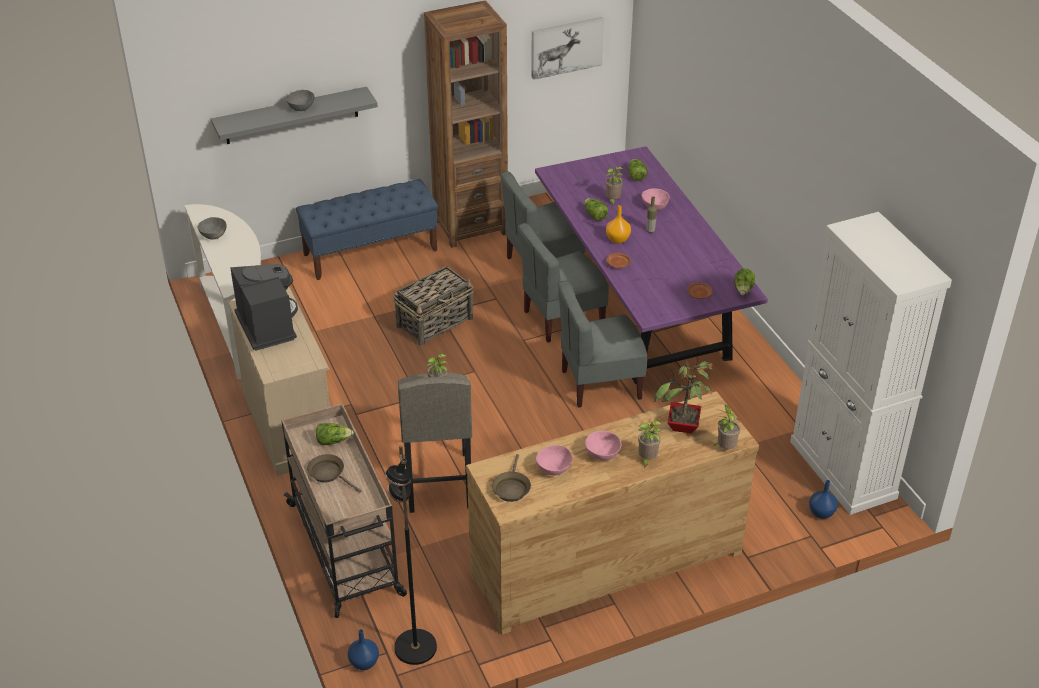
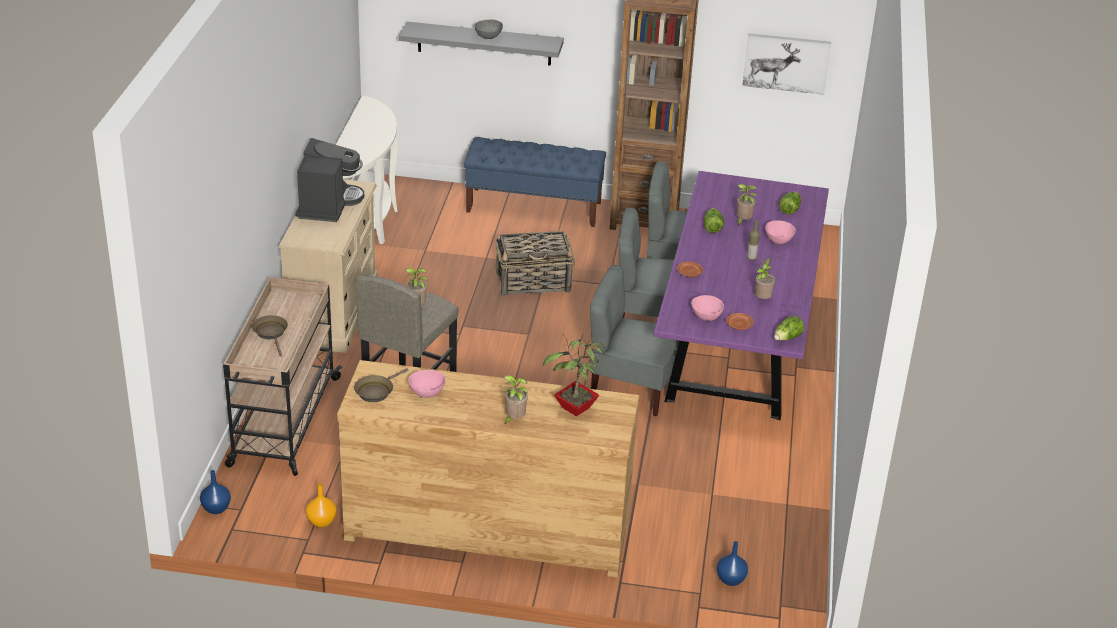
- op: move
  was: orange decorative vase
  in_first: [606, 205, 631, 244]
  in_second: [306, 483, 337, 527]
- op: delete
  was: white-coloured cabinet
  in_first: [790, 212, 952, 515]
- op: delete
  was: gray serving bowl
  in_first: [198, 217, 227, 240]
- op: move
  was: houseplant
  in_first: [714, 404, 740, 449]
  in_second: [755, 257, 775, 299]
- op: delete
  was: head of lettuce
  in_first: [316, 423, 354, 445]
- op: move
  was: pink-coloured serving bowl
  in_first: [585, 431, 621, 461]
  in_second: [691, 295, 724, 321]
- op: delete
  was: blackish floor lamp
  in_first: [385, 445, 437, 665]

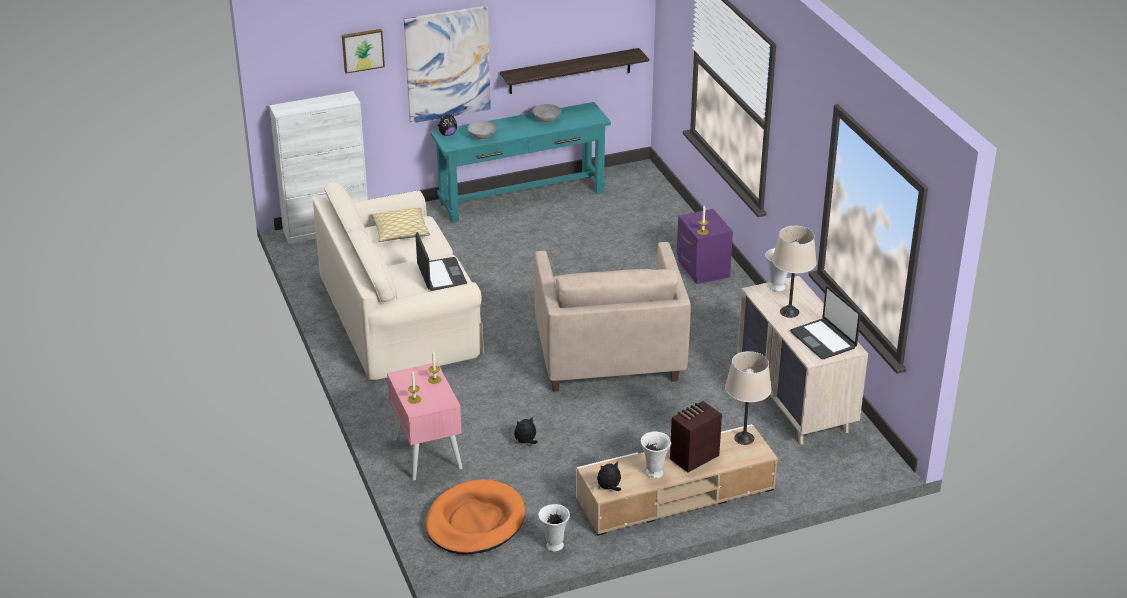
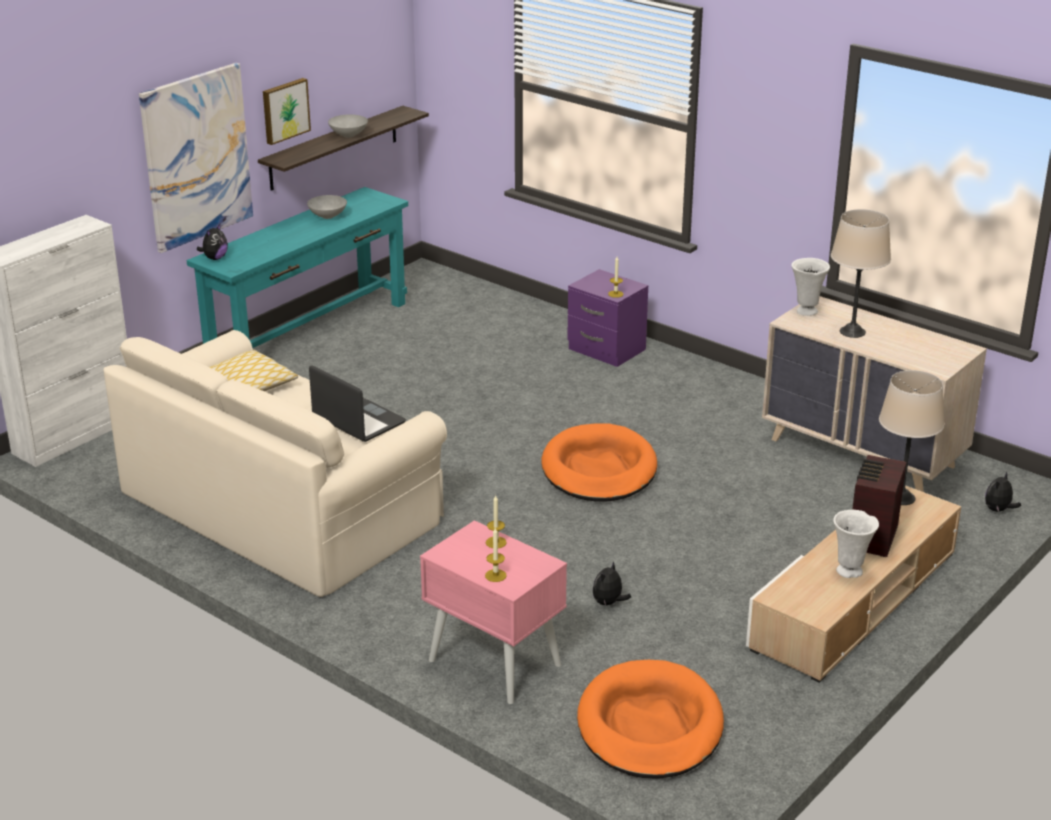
- op: move
  was: wall picture
  in_first: [342, 29, 385, 74]
  in_second: [263, 78, 311, 145]
- op: move
  was: gray serving bowl
  in_first: [467, 120, 497, 139]
  in_second: [328, 114, 368, 137]
- op: replace
  was: sand-coloured lounge chair
  now: orange dog cushion
  in_first: [535, 242, 691, 392]
  in_second: [542, 423, 657, 502]
- op: delete
  was: laptop
  in_first: [790, 286, 861, 359]
- op: move
  was: soft toy
  in_first: [597, 461, 621, 491]
  in_second: [985, 472, 1021, 512]
- op: delete
  was: white-coloured decorative vase
  in_first: [538, 504, 570, 551]

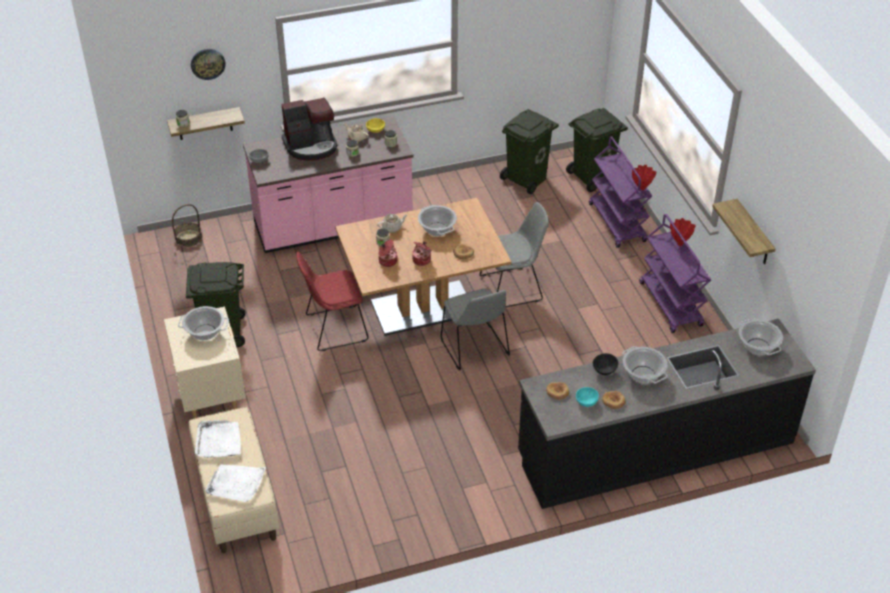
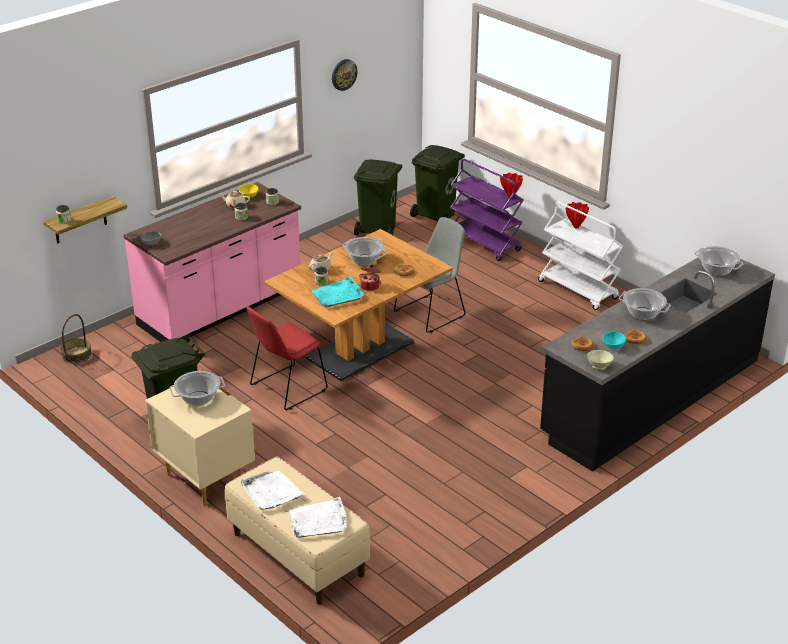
- op: move
  was: clock on the wall
  in_first: [191, 49, 226, 80]
  in_second: [332, 59, 358, 91]
- op: delete
  was: coffee maker
  in_first: [281, 97, 337, 161]
- op: delete
  was: shelf
  in_first: [712, 199, 776, 264]
- op: recolor
  was: purple-coloured cart
  now: white-coloured cart
  in_first: [639, 214, 711, 333]
  in_second: [538, 201, 623, 310]
- op: replace
  was: saucepot
  now: turquoise-coloured tray
  in_first: [379, 239, 398, 267]
  in_second: [312, 276, 364, 307]
- op: delete
  was: gray upright chair
  in_first: [441, 288, 510, 370]
- op: delete
  was: blackish serving bowl
  in_first: [593, 353, 619, 375]
- op: insert
  now: sand-coloured serving bowl
  in_second: [587, 350, 614, 370]

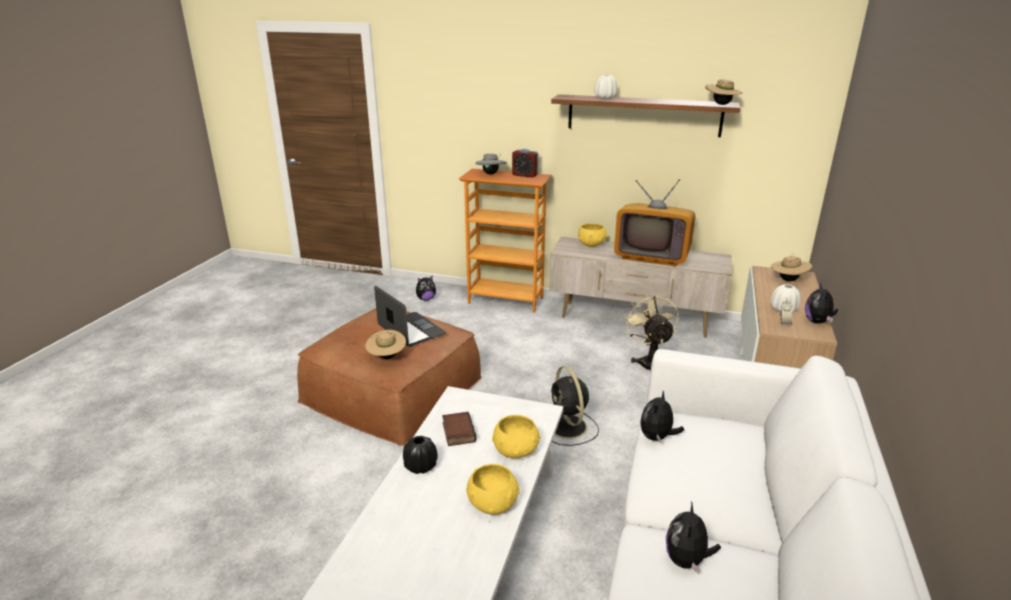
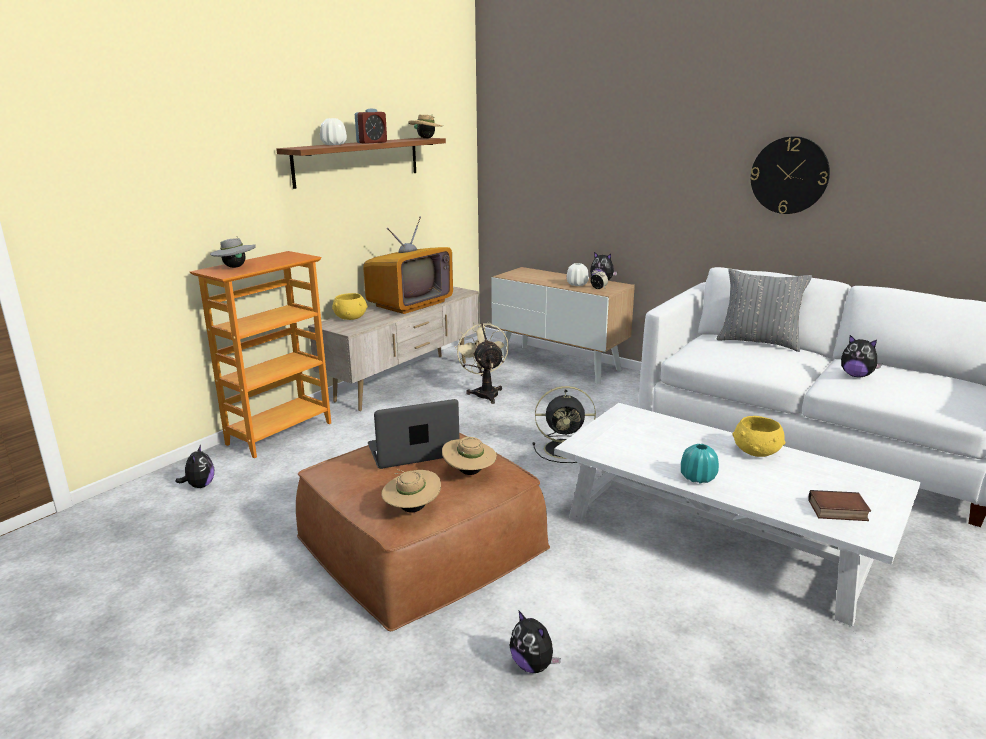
- op: move
  was: bedside clock
  in_first: [512, 149, 538, 178]
  in_second: [355, 109, 387, 144]
- op: move
  was: sand-coloured clothing hat
  in_first: [771, 256, 812, 281]
  in_second: [381, 469, 441, 512]
- op: rotate
  was: sand-coloured electric fan
  in_first: [624, 293, 679, 370]
  in_second: [455, 322, 509, 404]
  clockwise: 60
- op: move
  was: soft toy
  in_first: [640, 391, 684, 443]
  in_second: [510, 610, 561, 673]
- op: move
  was: book
  in_first: [442, 412, 477, 446]
  in_second: [808, 490, 871, 521]
- op: delete
  was: yellow-coloured serving bowl
  in_first: [492, 415, 541, 458]
- op: recolor
  was: blackish decorative vase
  now: turquoise-coloured decorative vase
  in_first: [403, 436, 438, 474]
  in_second: [681, 444, 719, 484]
- op: insert
  now: clock on the wall
  in_second: [750, 136, 830, 214]
- op: insert
  now: gray pillow
  in_second: [717, 269, 812, 352]

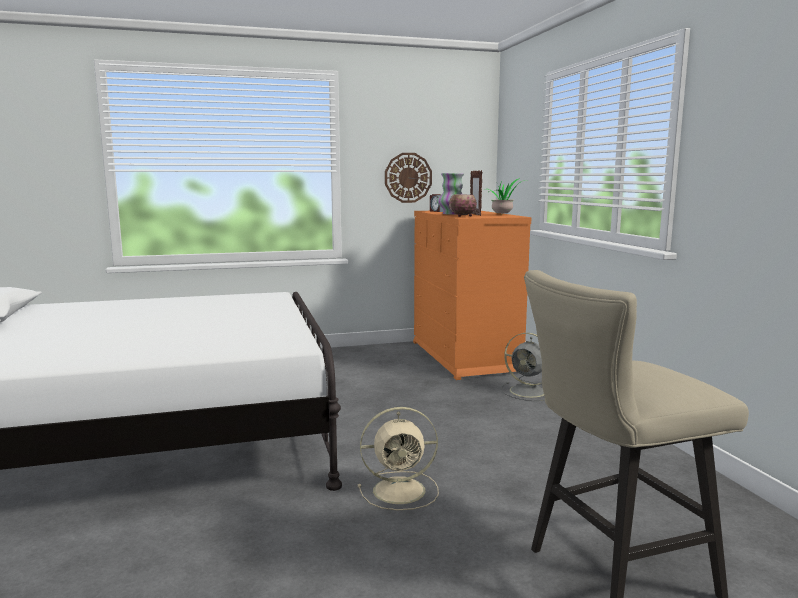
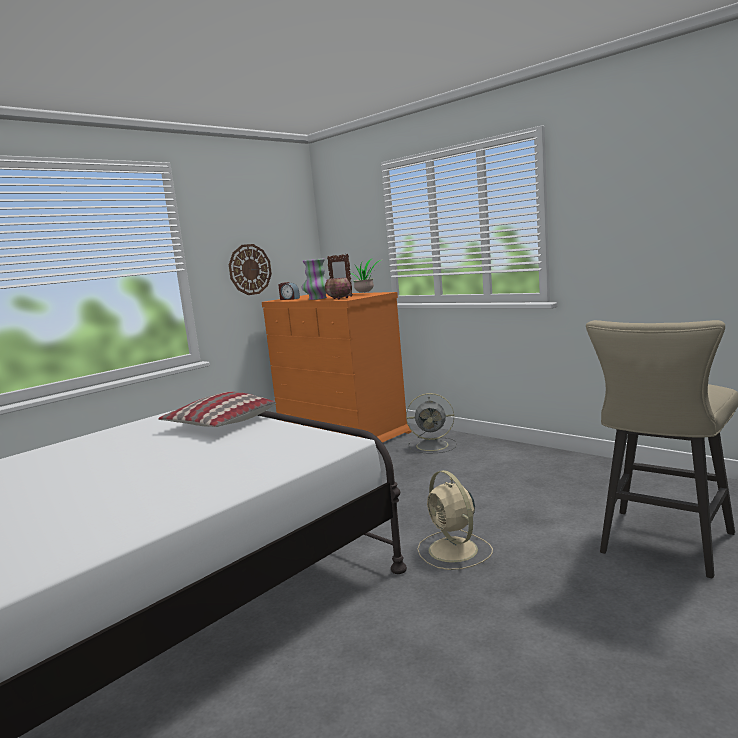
- op: rotate
  was: sand-coloured electric fan
  in_first: [358, 407, 439, 510]
  in_second: [417, 470, 493, 570]
  clockwise: 105
- op: insert
  now: pillow
  in_second: [158, 392, 276, 427]

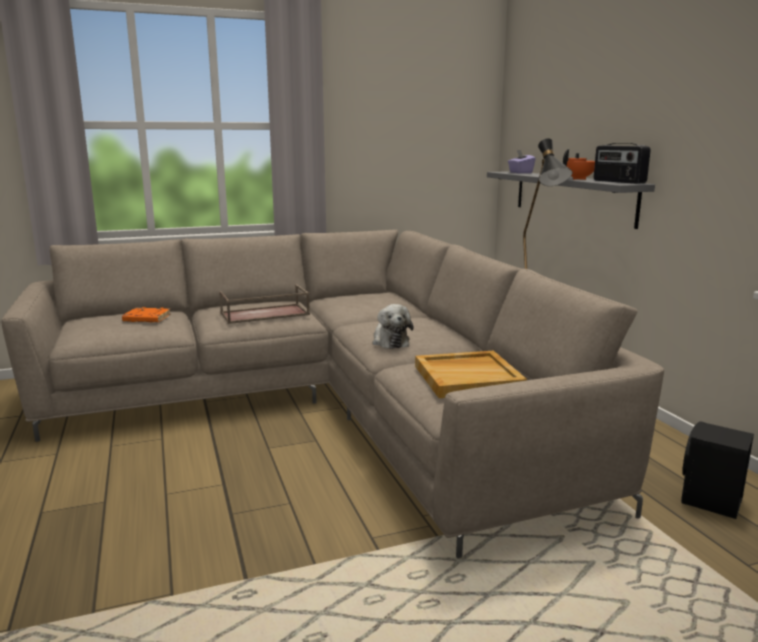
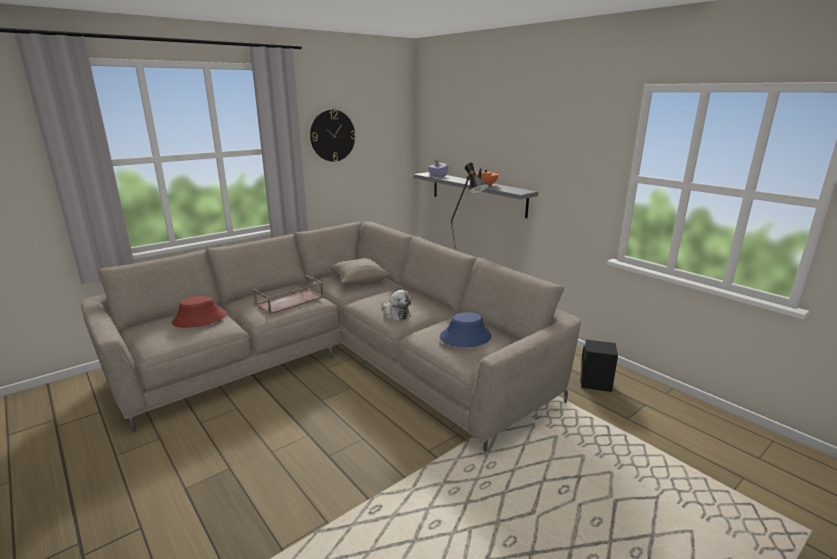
- op: delete
  was: radio
  in_first: [594, 143, 651, 184]
- op: replace
  was: orange book
  now: reddish clothing hat
  in_first: [122, 307, 171, 322]
  in_second: [172, 296, 227, 328]
- op: replace
  was: sand-coloured tray
  now: blue clothing hat
  in_first: [415, 351, 527, 398]
  in_second: [440, 312, 492, 347]
- op: insert
  now: clock on the wall
  in_second: [310, 109, 356, 162]
- op: insert
  now: sand-coloured pillow
  in_second: [329, 258, 391, 285]

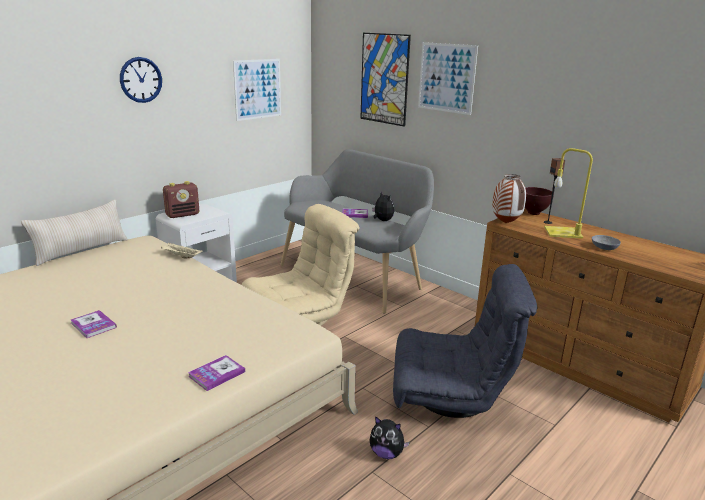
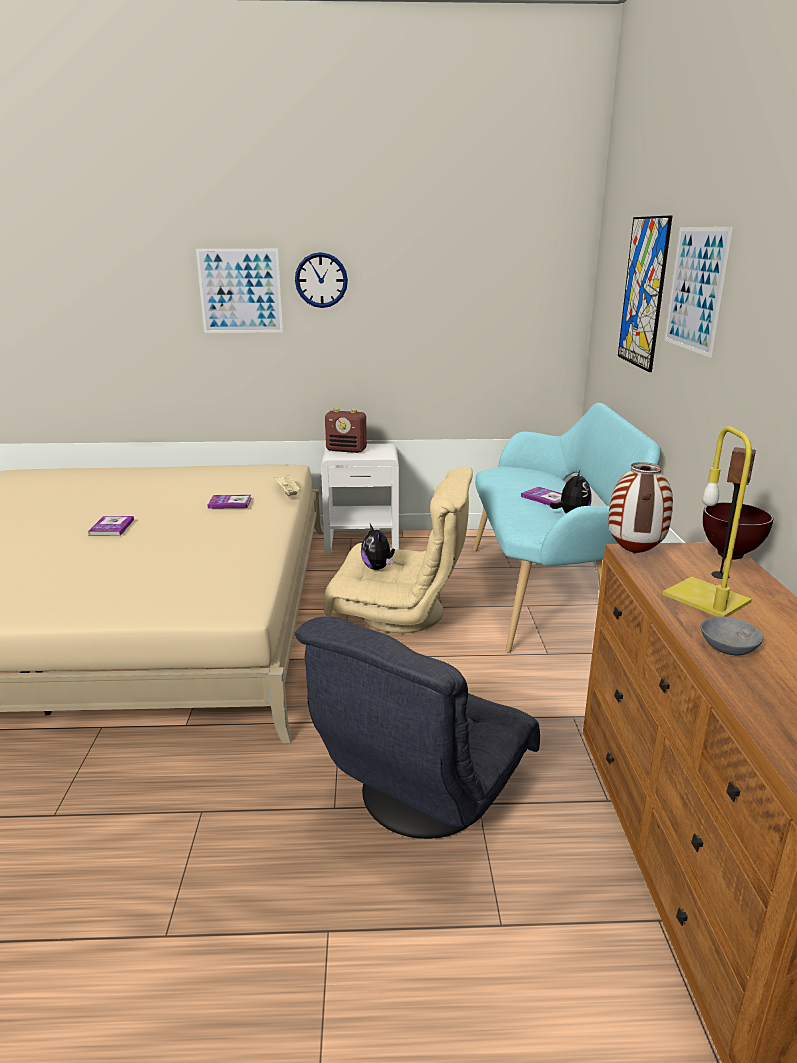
- op: move
  was: wall picture
  in_first: [233, 59, 281, 121]
  in_second: [196, 249, 283, 333]
- op: recolor
  was: gray long seat
  now: turquoise-coloured long seat
  in_first: [280, 149, 434, 314]
  in_second: [473, 403, 661, 653]
- op: delete
  was: sand-coloured pillow
  in_first: [21, 199, 128, 266]
- op: rotate
  was: gray lounge chair
  in_first: [393, 264, 537, 418]
  in_second: [295, 616, 540, 839]
  clockwise: 75
- op: move
  was: book
  in_first: [188, 355, 245, 391]
  in_second: [208, 495, 252, 509]
- op: move
  was: soft toy
  in_first: [369, 416, 410, 459]
  in_second: [361, 524, 395, 570]

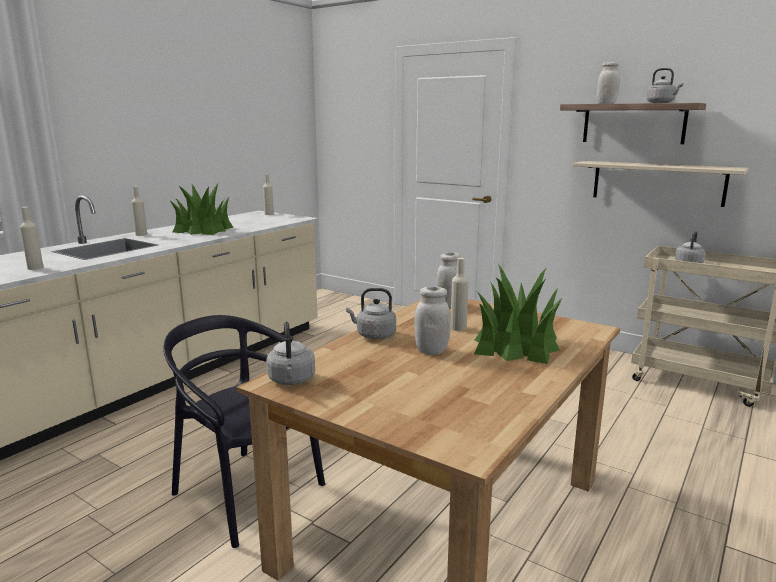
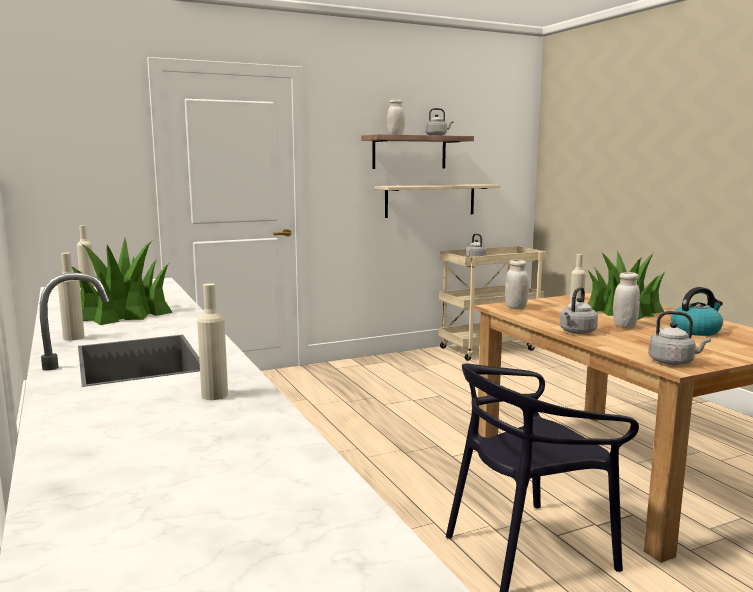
- op: insert
  now: water kettle
  in_second: [671, 287, 723, 336]

